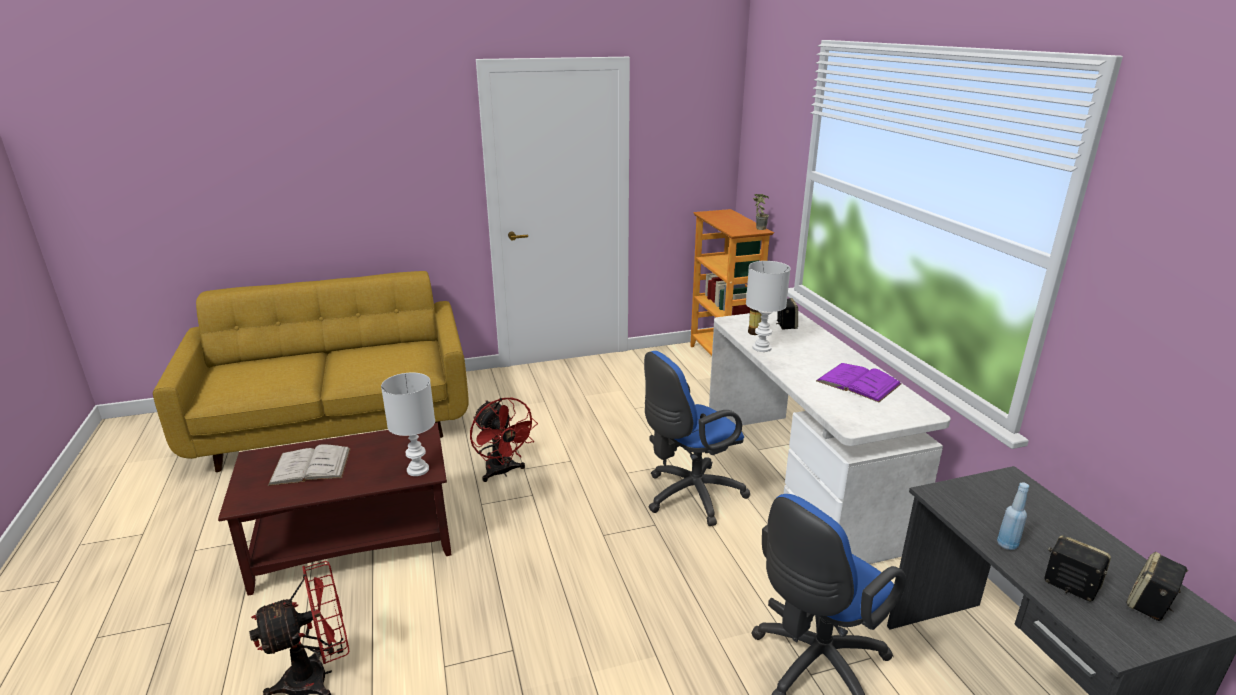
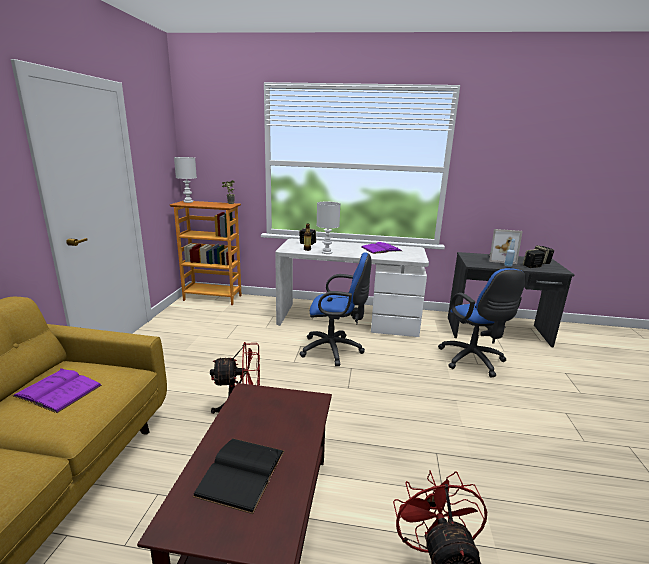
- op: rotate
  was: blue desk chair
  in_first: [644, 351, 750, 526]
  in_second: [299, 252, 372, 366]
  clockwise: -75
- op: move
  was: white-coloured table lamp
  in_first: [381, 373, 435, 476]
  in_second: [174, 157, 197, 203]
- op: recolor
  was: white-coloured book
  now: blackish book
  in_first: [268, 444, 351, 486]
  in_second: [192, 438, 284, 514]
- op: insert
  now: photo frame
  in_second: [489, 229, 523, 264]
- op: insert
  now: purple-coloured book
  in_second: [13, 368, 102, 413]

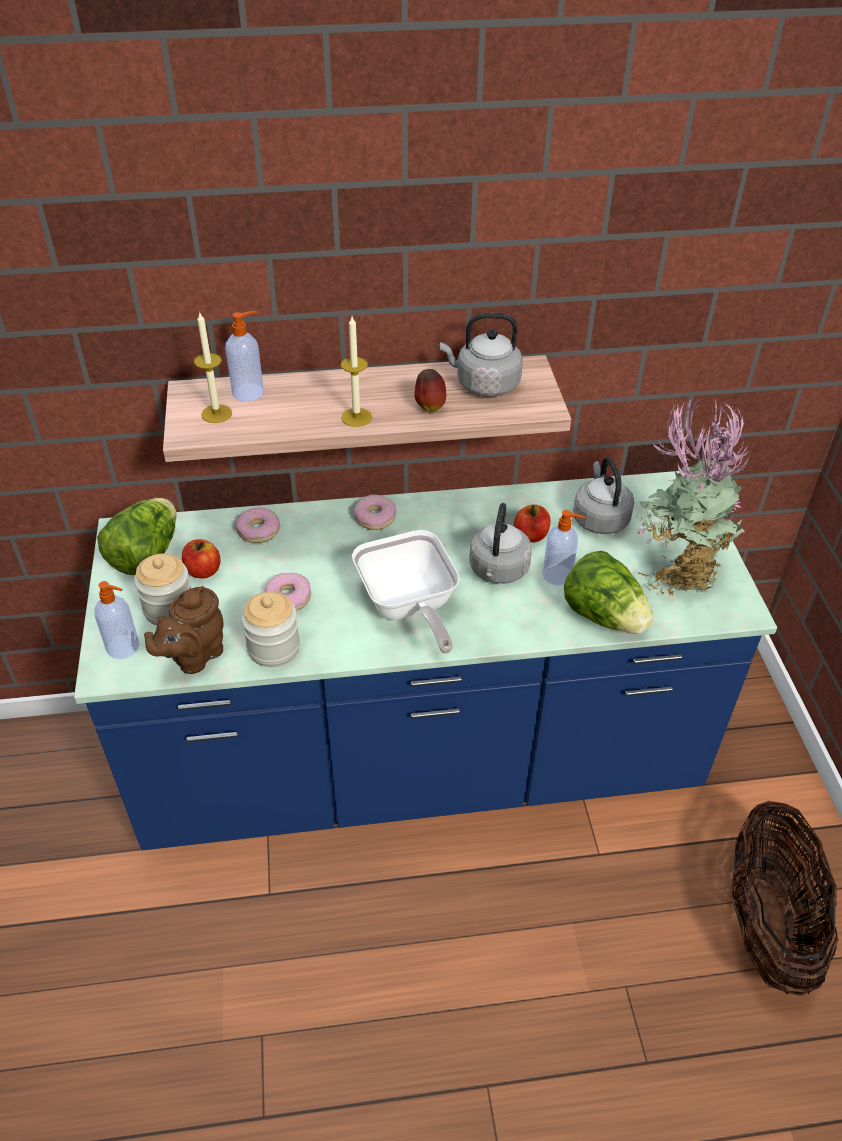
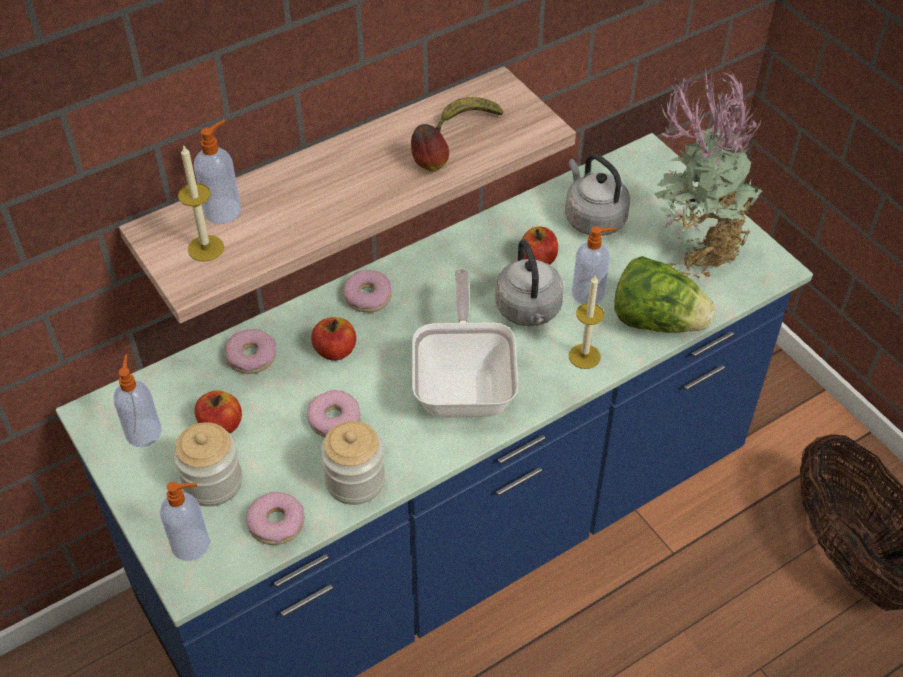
- op: replace
  was: gray water kettle
  now: banana
  in_first: [440, 313, 523, 397]
  in_second: [436, 97, 503, 132]
- op: move
  was: candle
  in_first: [341, 317, 372, 427]
  in_second: [569, 276, 604, 369]
- op: replace
  was: head of lettuce
  now: soap bottle
  in_first: [97, 498, 177, 575]
  in_second: [114, 355, 162, 447]
- op: rotate
  was: frying pan
  in_first: [352, 530, 460, 654]
  in_second: [412, 269, 519, 418]
  clockwise: -135
- op: replace
  was: brown teapot
  now: doughnut
  in_first: [144, 586, 224, 674]
  in_second: [246, 492, 305, 545]
- op: insert
  now: whole apple
  in_second: [311, 317, 356, 361]

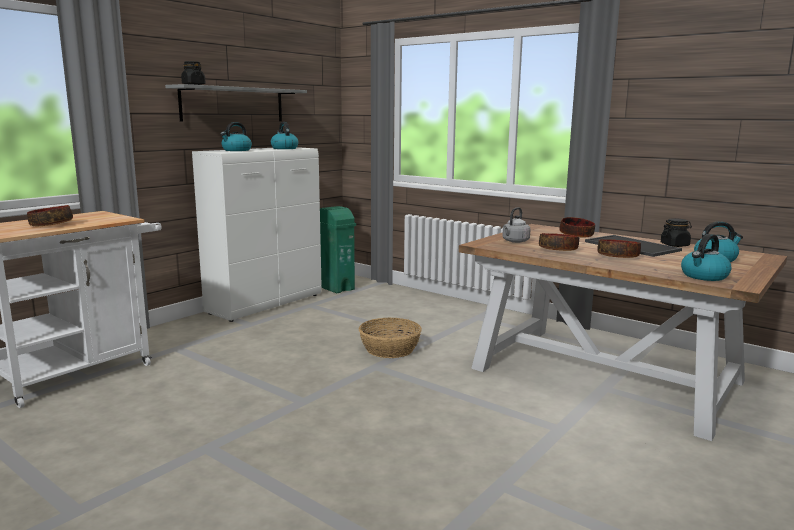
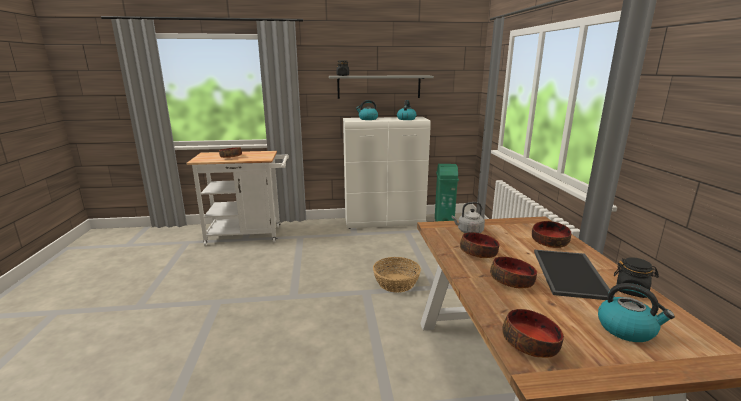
- op: replace
  was: water kettle
  now: serving bowl
  in_first: [681, 234, 731, 281]
  in_second: [502, 309, 564, 358]

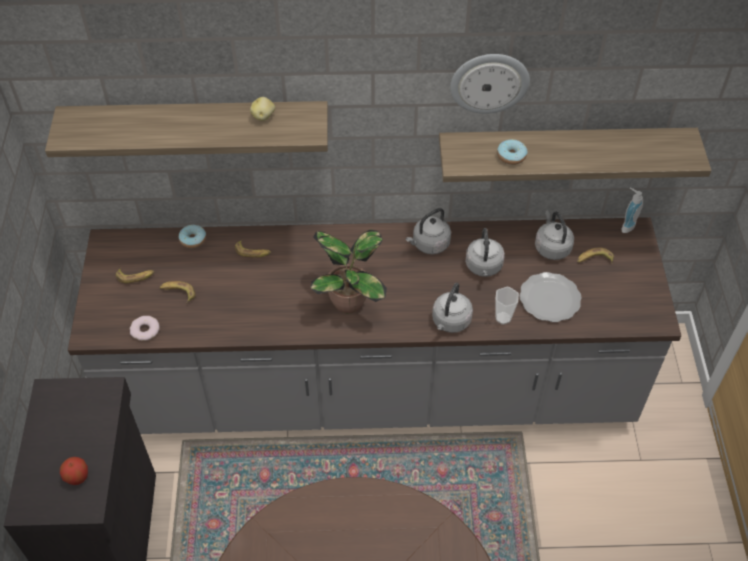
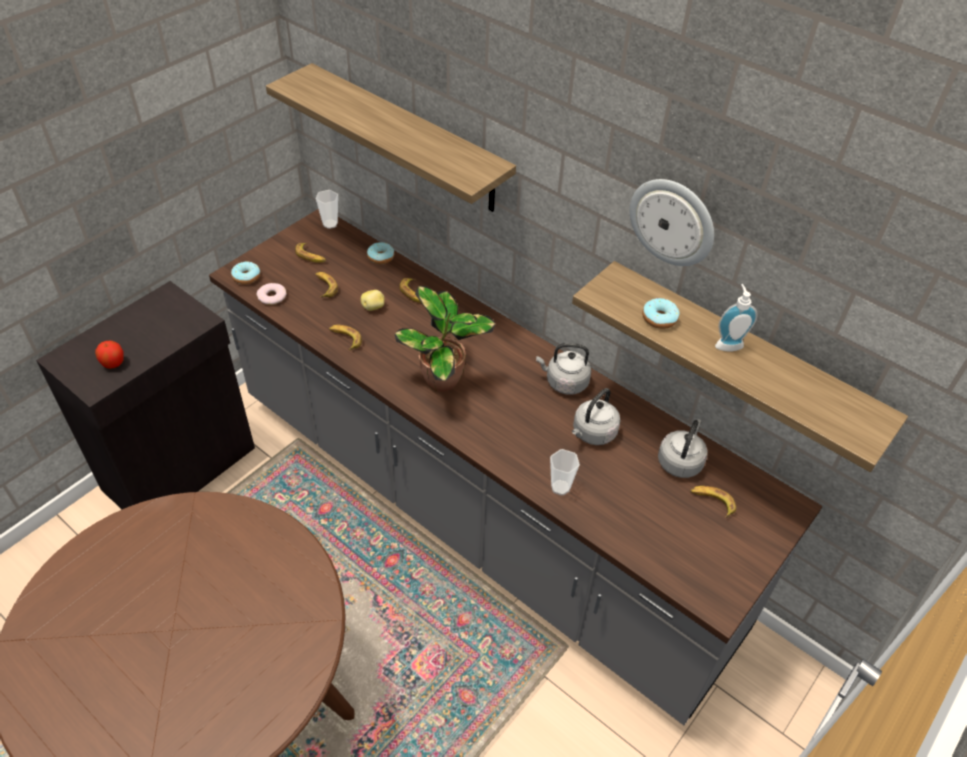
- op: move
  was: potato
  in_first: [250, 97, 275, 121]
  in_second: [361, 290, 384, 311]
- op: move
  was: soap bottle
  in_first: [621, 187, 643, 233]
  in_second: [715, 284, 758, 352]
- op: delete
  was: plate
  in_first: [519, 272, 582, 322]
- op: delete
  was: gray water kettle
  in_first: [432, 283, 473, 333]
- op: insert
  now: small cup
  in_second: [316, 190, 338, 229]
- op: insert
  now: doughnut
  in_second: [231, 261, 260, 285]
- op: insert
  now: banana
  in_second: [329, 325, 362, 350]

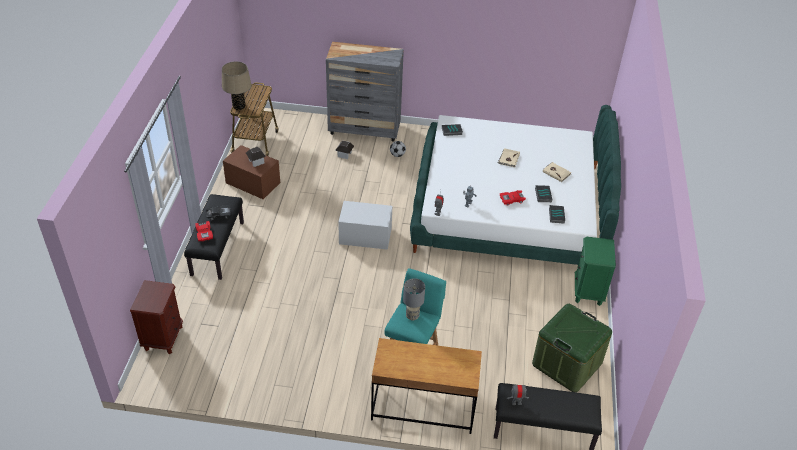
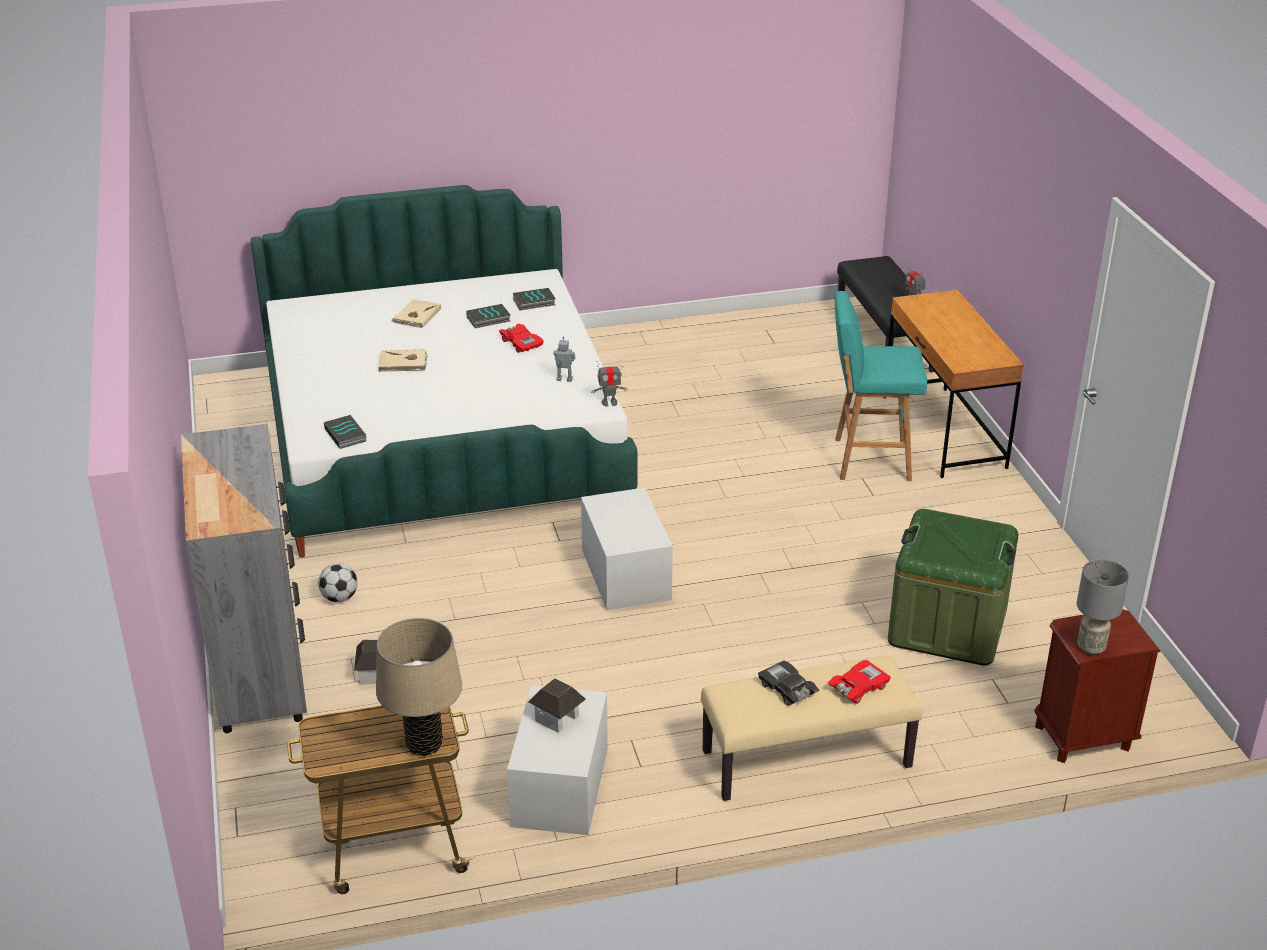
- op: recolor
  was: brown storage bin
  now: white-coloured storage bin
  in_first: [223, 145, 280, 199]
  in_second: [507, 686, 608, 835]
- op: recolor
  was: blackish long seat
  now: sand-coloured long seat
  in_first: [184, 194, 244, 280]
  in_second: [701, 656, 923, 801]
- op: delete
  was: green-coloured night table
  in_first: [575, 237, 616, 306]
- op: move
  was: gray table lamp
  in_first: [403, 278, 425, 321]
  in_second: [1077, 559, 1129, 655]
- op: move
  was: green-coloured storage bin
  in_first: [532, 304, 612, 392]
  in_second: [888, 509, 1018, 666]

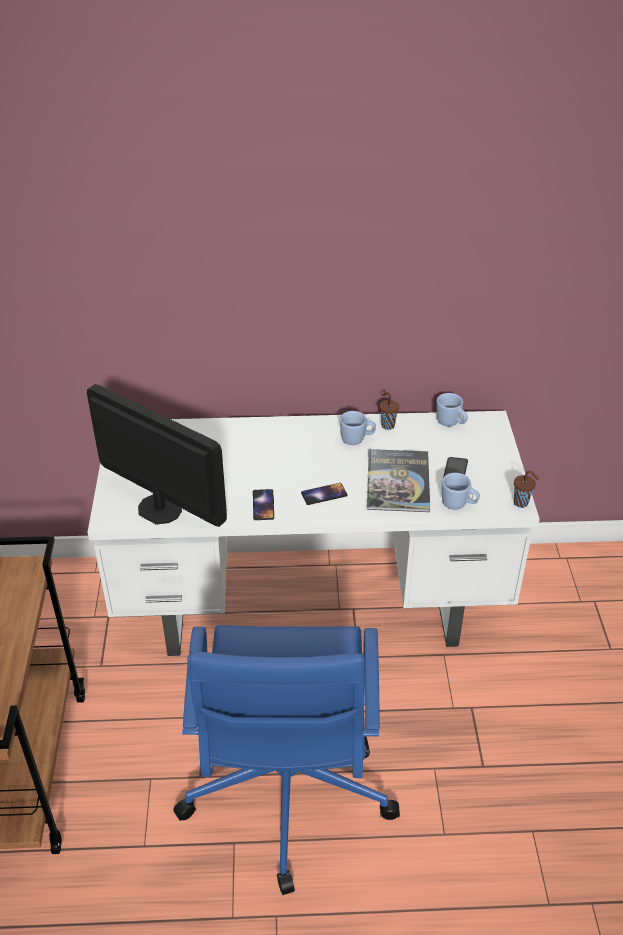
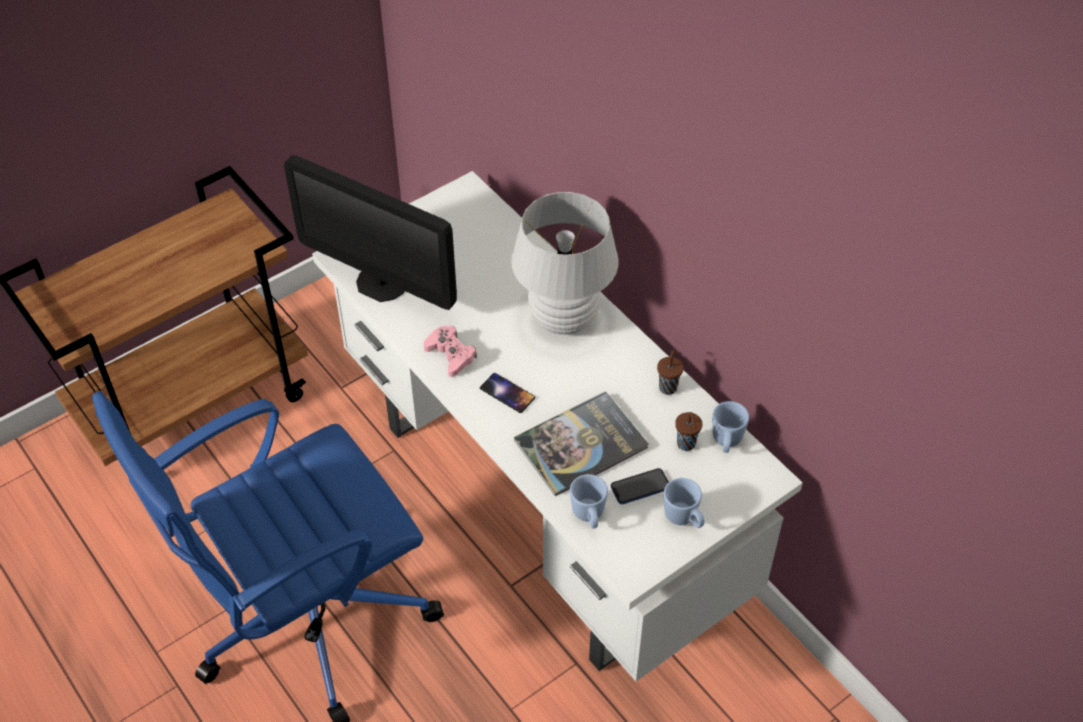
- op: rotate
  was: monitor
  in_first: [87, 384, 227, 527]
  in_second: [284, 155, 457, 310]
  clockwise: 120
- op: move
  was: blue mug
  in_first: [340, 411, 376, 445]
  in_second: [664, 478, 705, 528]
- op: move
  was: brown small cup
  in_first: [514, 471, 539, 508]
  in_second: [675, 412, 702, 451]
- op: replace
  was: handset
  now: pink-coloured game controller
  in_first: [253, 489, 274, 520]
  in_second: [424, 326, 477, 377]
- op: insert
  now: white-coloured table lamp
  in_second: [511, 192, 619, 335]

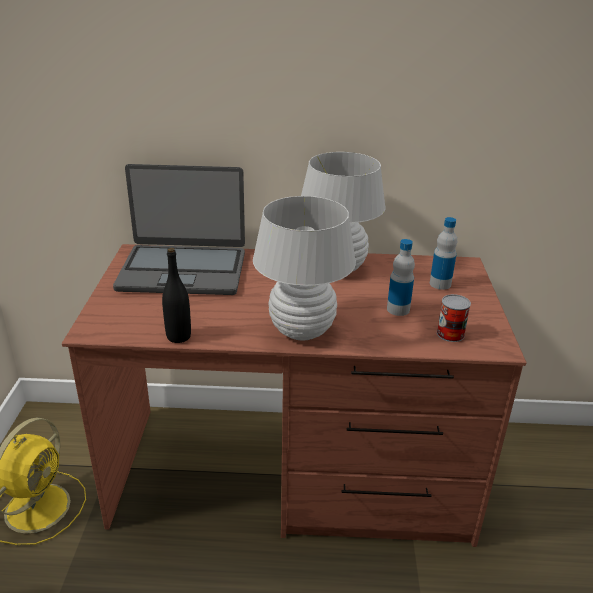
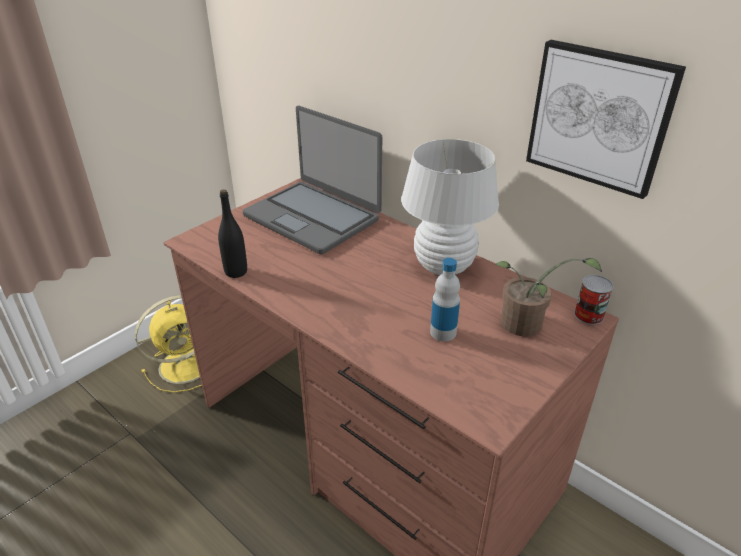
- op: delete
  was: white-coloured table lamp
  in_first: [253, 196, 356, 340]
- op: replace
  was: bottle
  now: houseplant
  in_first: [430, 217, 457, 290]
  in_second: [495, 258, 602, 336]
- op: move
  was: sealed can
  in_first: [437, 294, 471, 342]
  in_second: [574, 275, 613, 325]
- op: insert
  now: wall picture
  in_second: [526, 40, 686, 199]

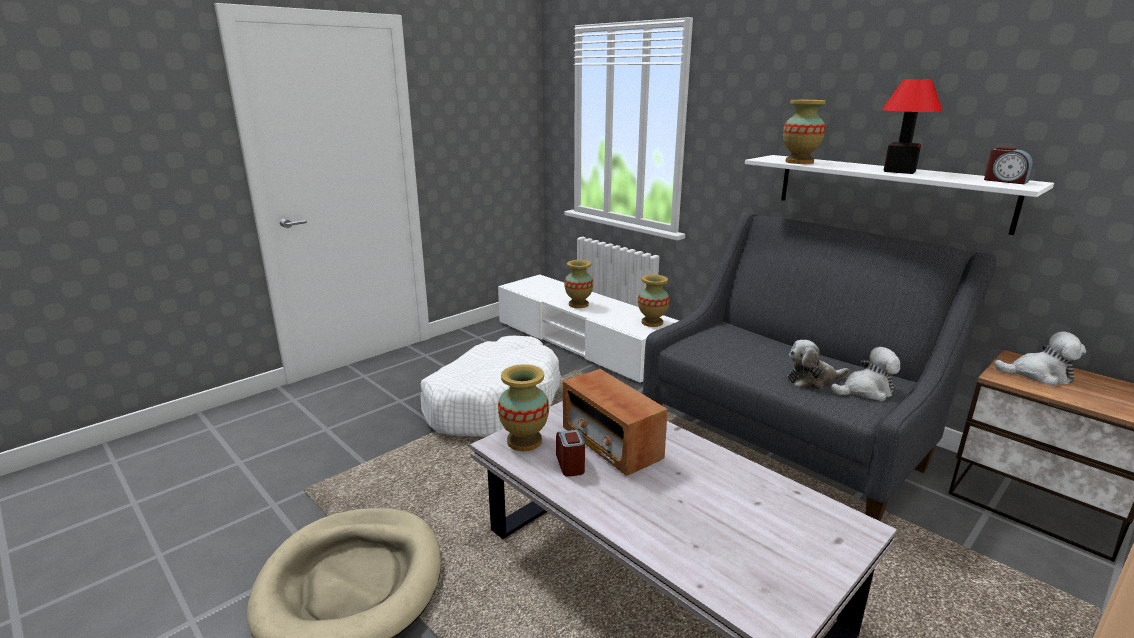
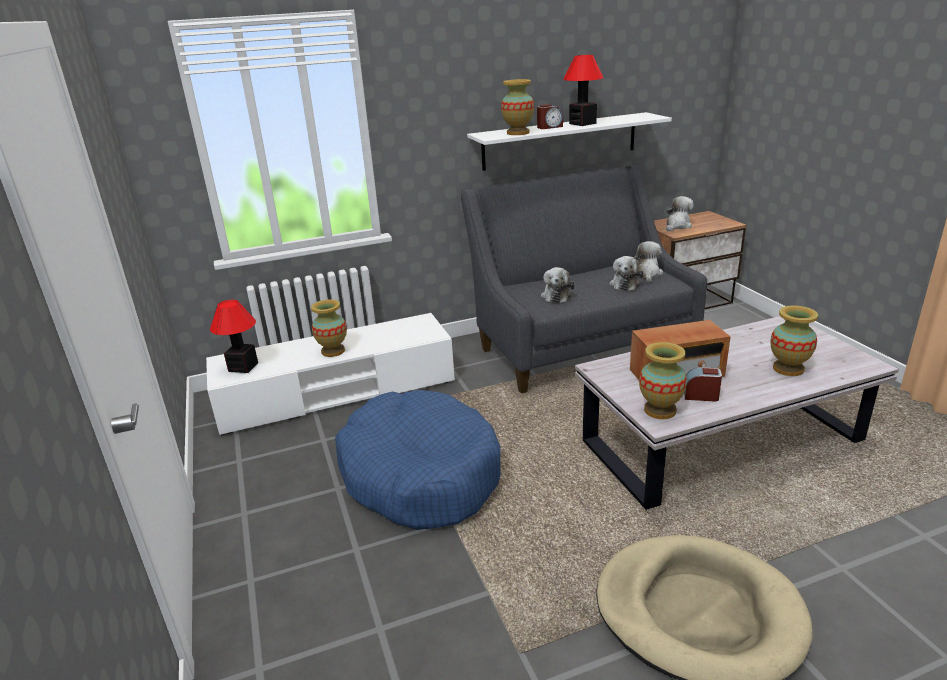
- op: move
  was: bedside clock
  in_first: [984, 147, 1033, 184]
  in_second: [537, 104, 563, 129]
- op: move
  was: decorative vase
  in_first: [638, 275, 669, 327]
  in_second: [771, 306, 818, 376]
- op: recolor
  was: white-coloured dog cushion
  now: blue dog cushion
  in_first: [420, 336, 561, 437]
  in_second: [335, 390, 501, 530]
- op: insert
  now: soft toy
  in_second: [541, 267, 574, 303]
- op: insert
  now: table lamp
  in_second: [210, 300, 258, 373]

